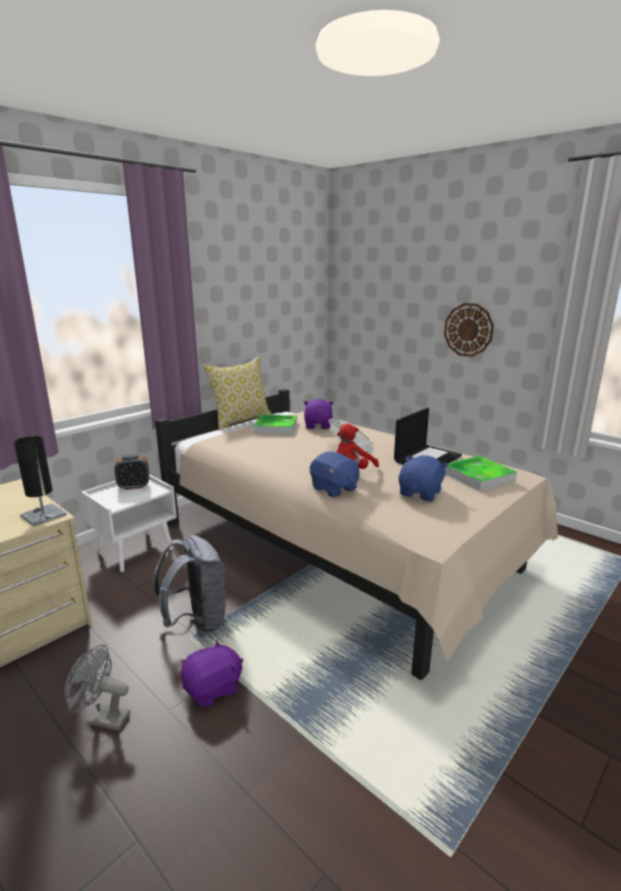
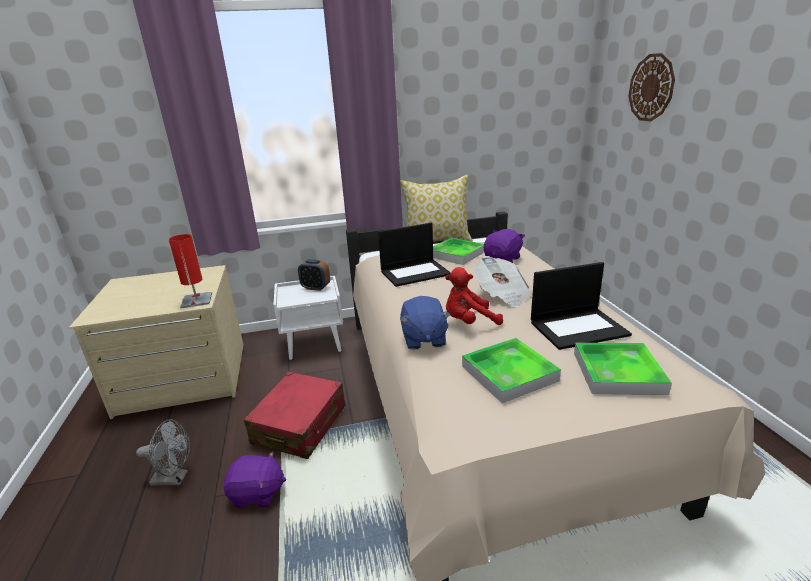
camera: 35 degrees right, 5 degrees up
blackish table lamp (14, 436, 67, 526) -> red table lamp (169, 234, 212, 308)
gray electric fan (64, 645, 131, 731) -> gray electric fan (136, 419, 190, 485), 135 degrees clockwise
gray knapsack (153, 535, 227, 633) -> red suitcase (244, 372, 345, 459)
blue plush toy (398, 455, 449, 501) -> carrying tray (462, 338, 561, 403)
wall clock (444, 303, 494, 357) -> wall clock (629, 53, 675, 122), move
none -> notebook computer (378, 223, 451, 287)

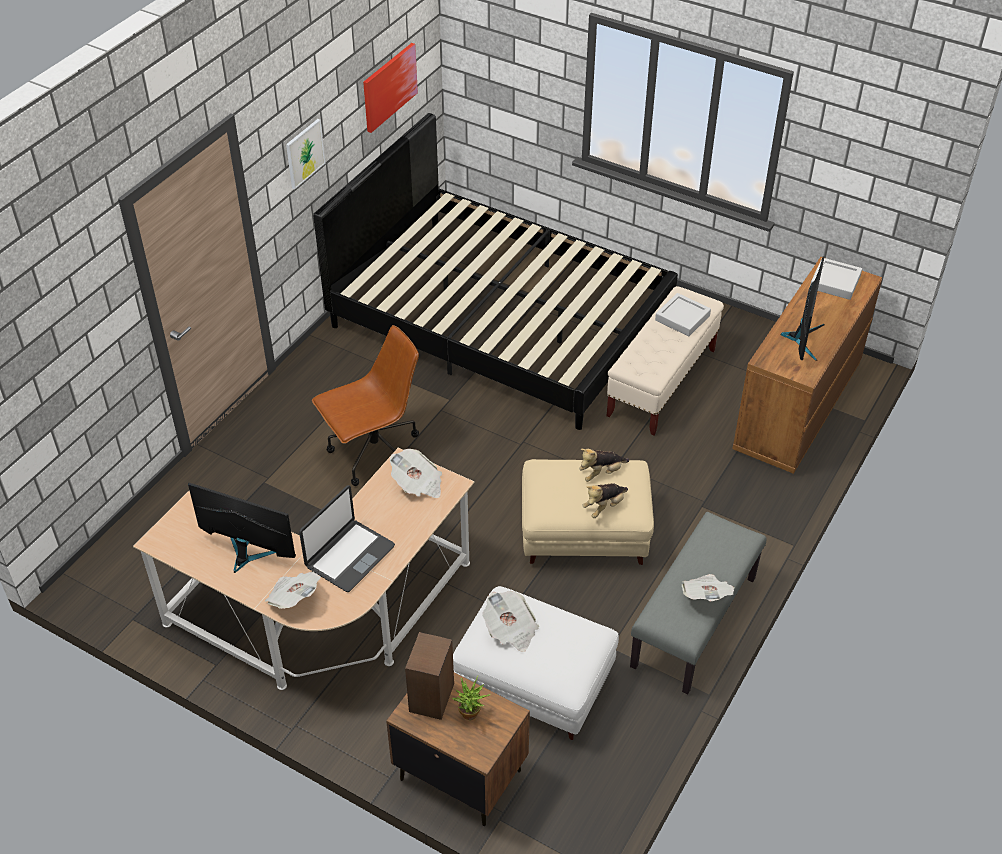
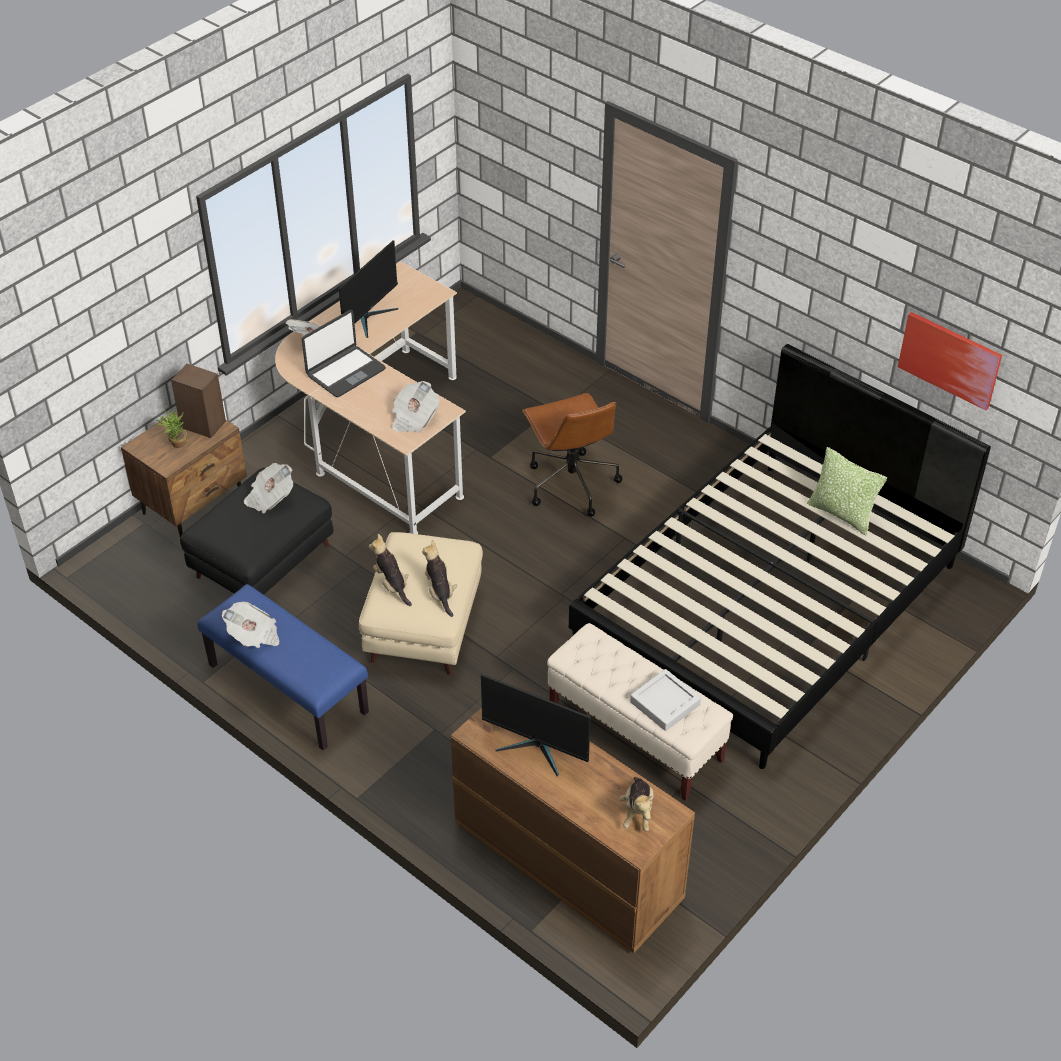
camera: 100 degrees right, 0 degrees up
picture (286, 119, 325, 189) -> none
notebook computer (299, 485, 395, 592) -> notebook computer (302, 310, 386, 397), 90 degrees counterclockwise
white footrest (453, 586, 619, 740) -> blackish footrest (180, 468, 334, 595)
gray bench (630, 512, 767, 695) -> blue bench (197, 584, 369, 751)
gray carrying tray (810, 258, 862, 300) -> plush toy (619, 777, 654, 831)
none -> throw pillow (807, 447, 887, 536)

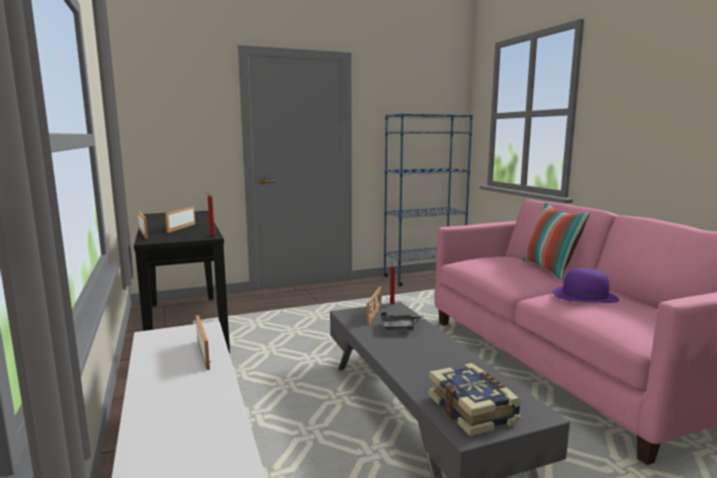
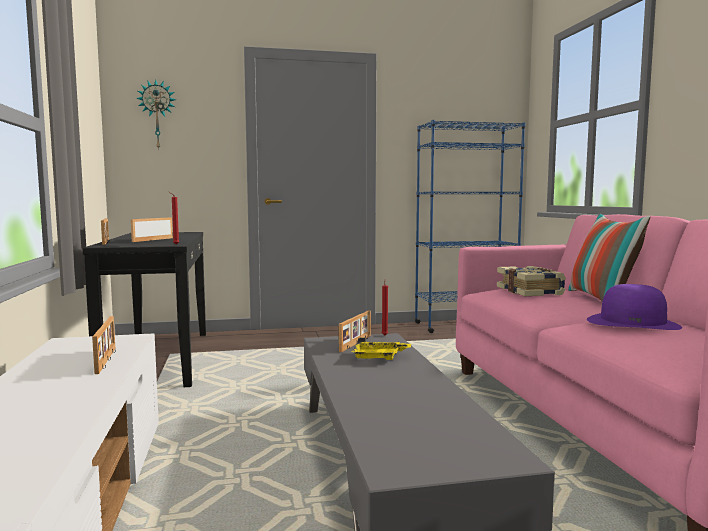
camera: 10 degrees right, 5 degrees down
gray carrying tray (381, 312, 424, 331) -> yellowish carrying tray (352, 337, 411, 360)
book (428, 363, 522, 436) -> book (497, 266, 566, 296), move
none -> wall clock (136, 79, 176, 150)

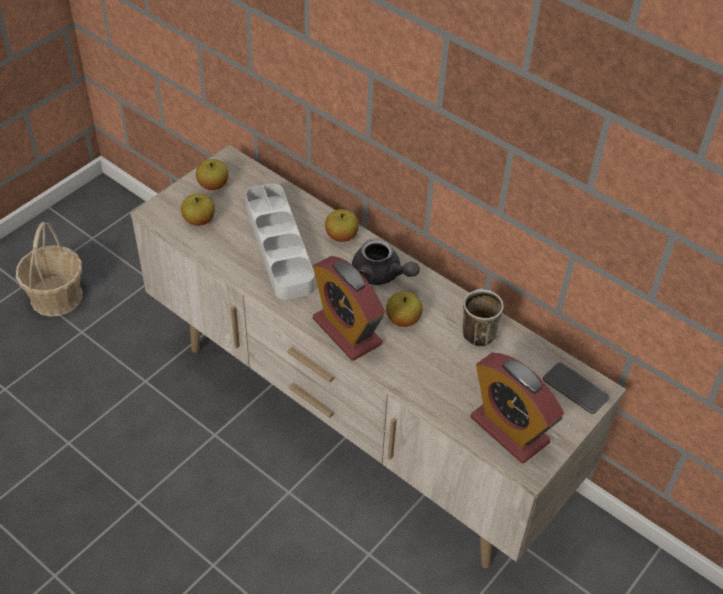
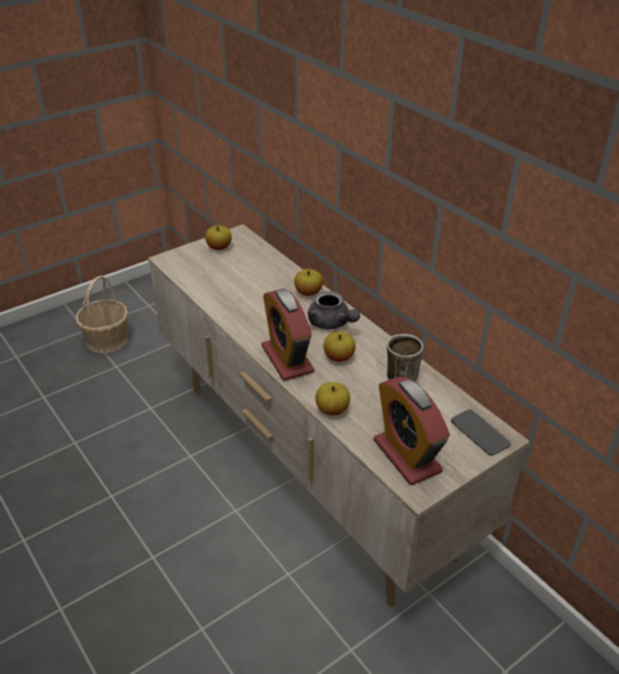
camera: 15 degrees right, 10 degrees down
whole apple (181, 193, 215, 226) -> whole apple (315, 382, 350, 416), move
gray carrying tray (245, 184, 314, 300) -> none

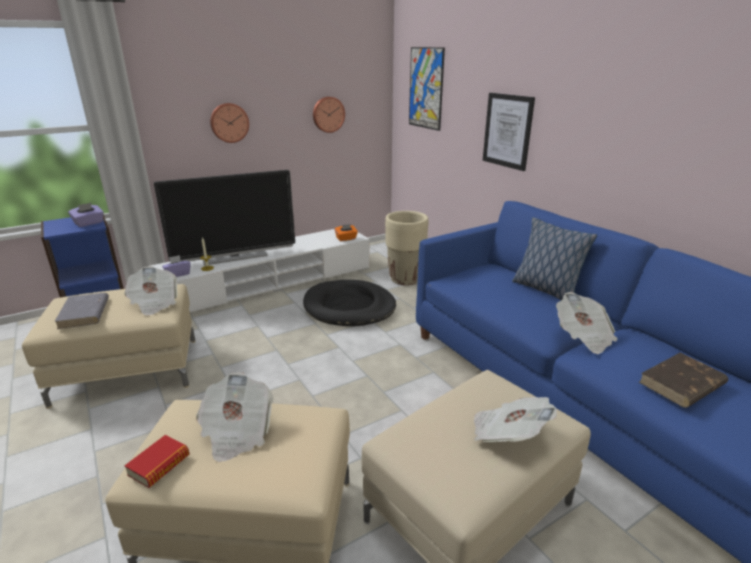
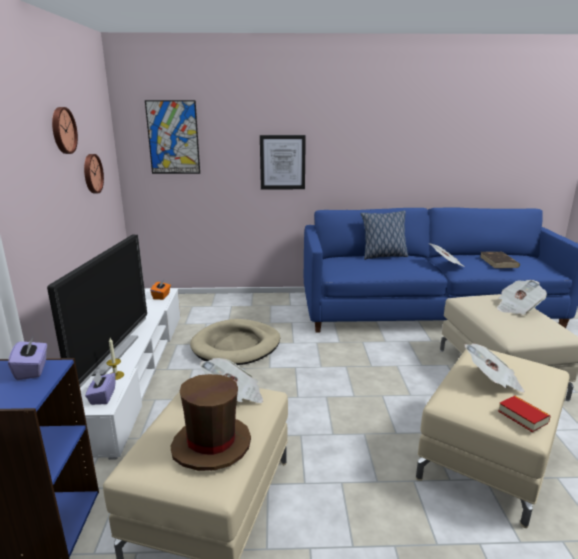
camera: 60 degrees left, 5 degrees down
gray book (54, 293, 109, 329) -> brown-coloured hat (171, 374, 251, 471)
wall clock (210, 103, 249, 143) -> wall clock (52, 107, 78, 154), move
blackish pet bed (303, 280, 396, 326) -> sand-coloured pet bed (190, 319, 280, 365)
sand-coloured plant pot (385, 211, 428, 285) -> none

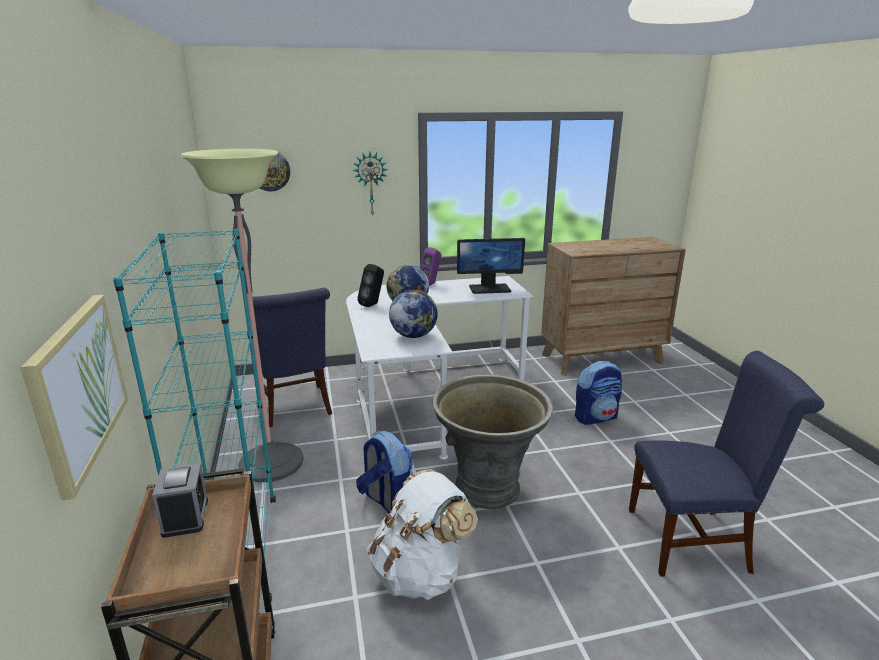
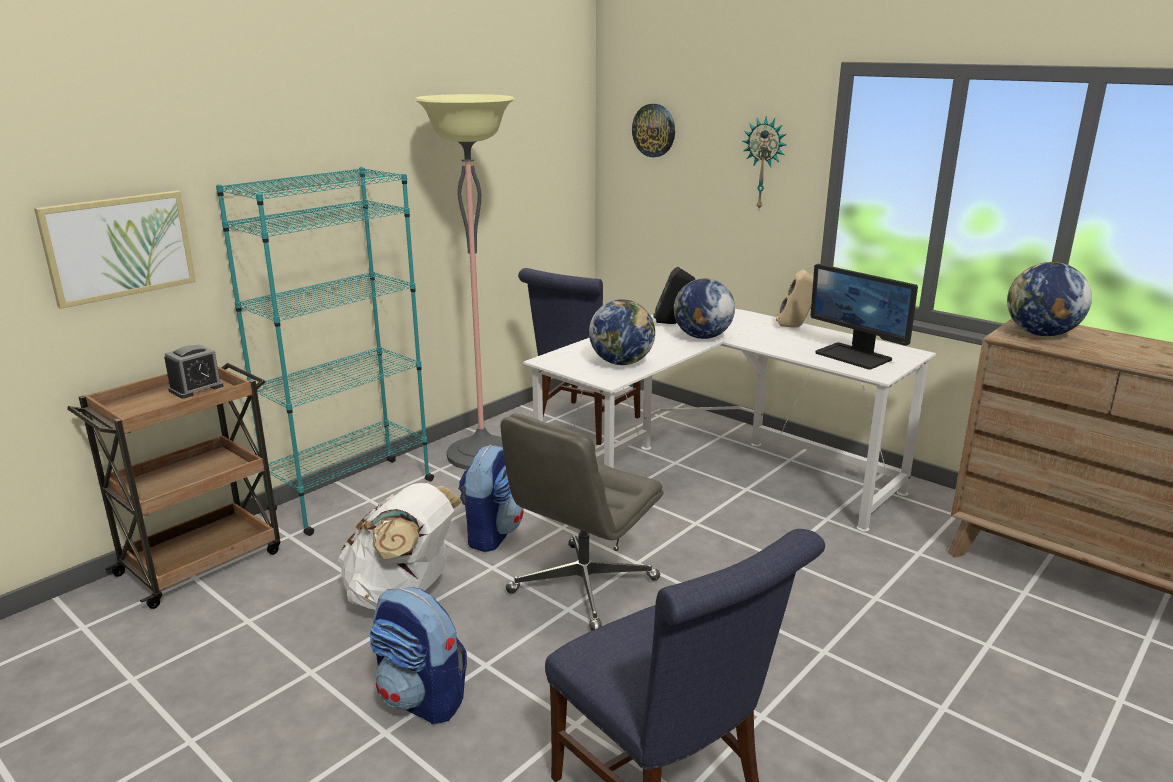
camera: 55 degrees right, 0 degrees up
purple-coloured audio speaker (420, 247, 441, 286) -> sand-coloured audio speaker (776, 270, 814, 328)
gray plant pot (433, 374, 553, 509) -> gray office chair (500, 413, 663, 631)
knapsack (575, 361, 622, 425) -> knapsack (369, 587, 467, 724), move
none -> globe (1007, 262, 1092, 336)

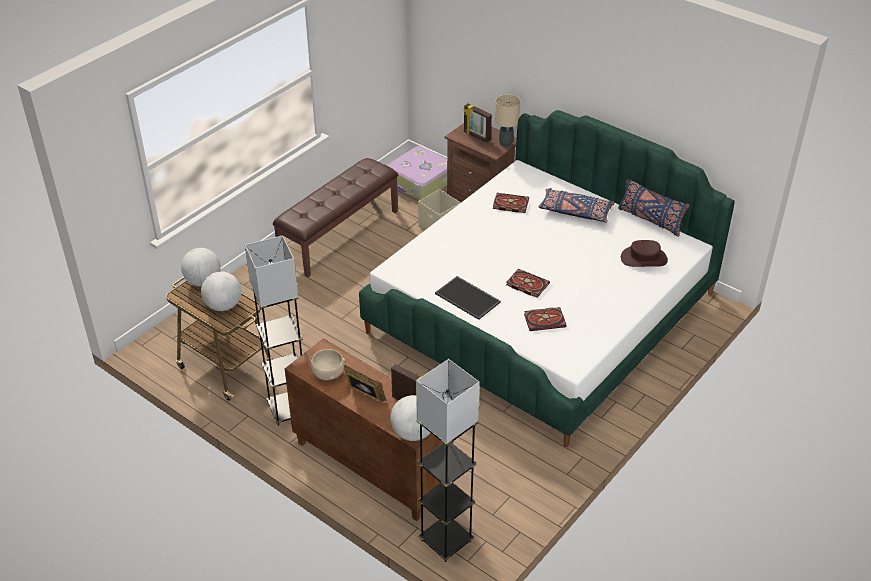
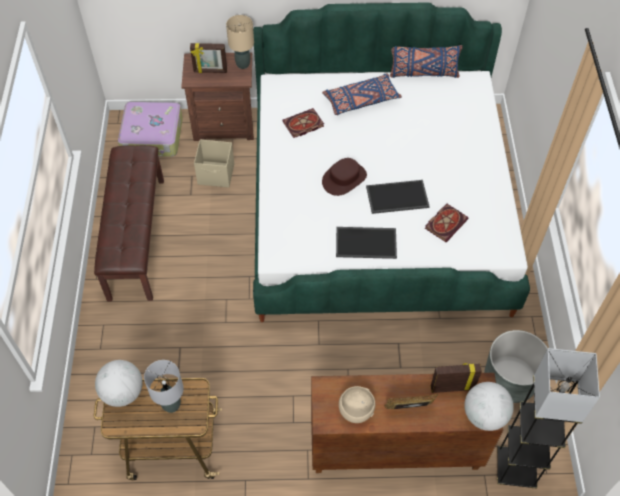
camera: 40 degrees left, 15 degrees up
globe (201, 272, 241, 311) -> gray table lamp (144, 360, 184, 413)
gray standard lamp (245, 235, 303, 426) -> none
book (506, 269, 550, 298) -> carrying tray (366, 180, 430, 214)
brown-coloured hat (621, 240, 668, 267) -> brown-coloured hat (322, 158, 367, 196), move
none -> gray plant pot (484, 330, 548, 403)

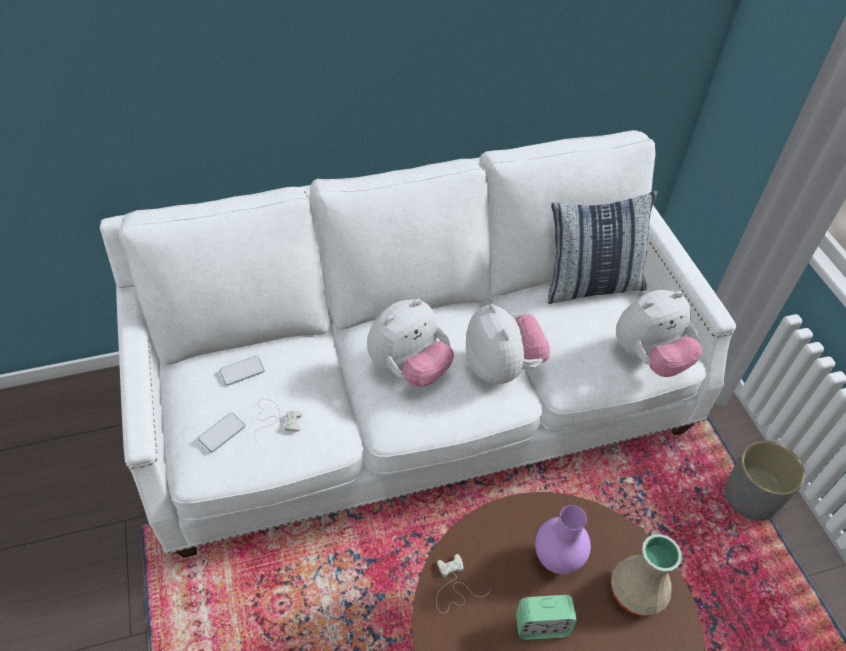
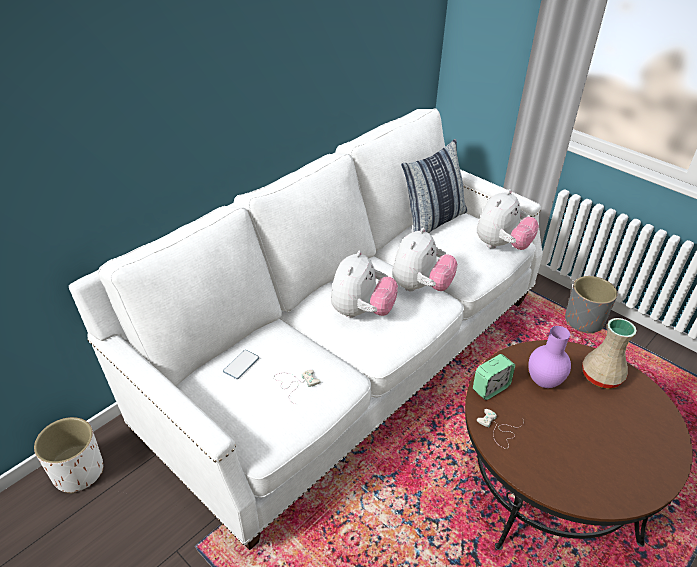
camera: 30 degrees left, 10 degrees down
phone (198, 413, 246, 452) -> none
plush toy (466, 303, 550, 384) -> plush toy (392, 228, 458, 291), 75 degrees clockwise
table clock (516, 595, 577, 640) -> table clock (473, 354, 515, 400), move
none -> white plant pot (34, 417, 103, 494)

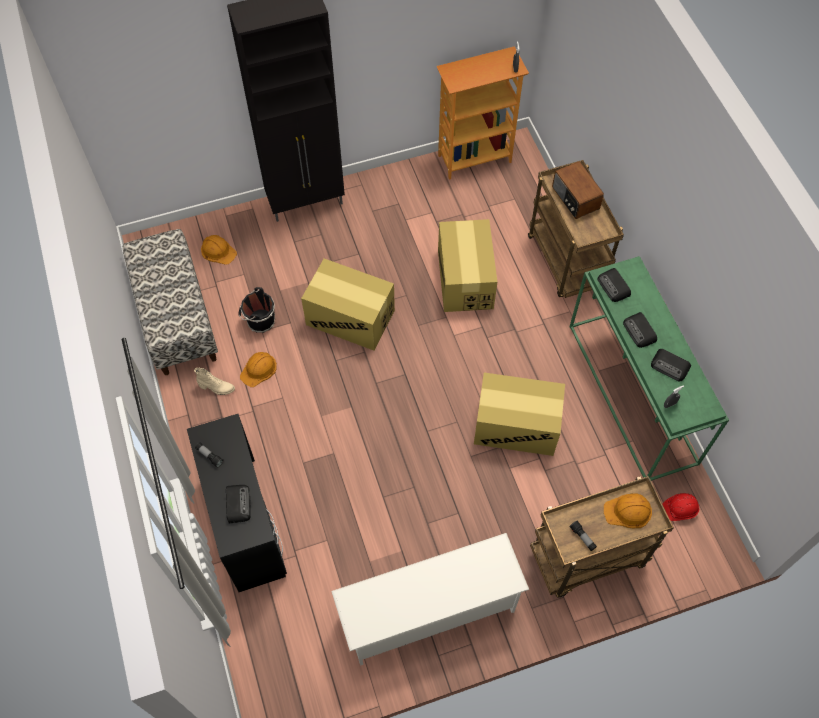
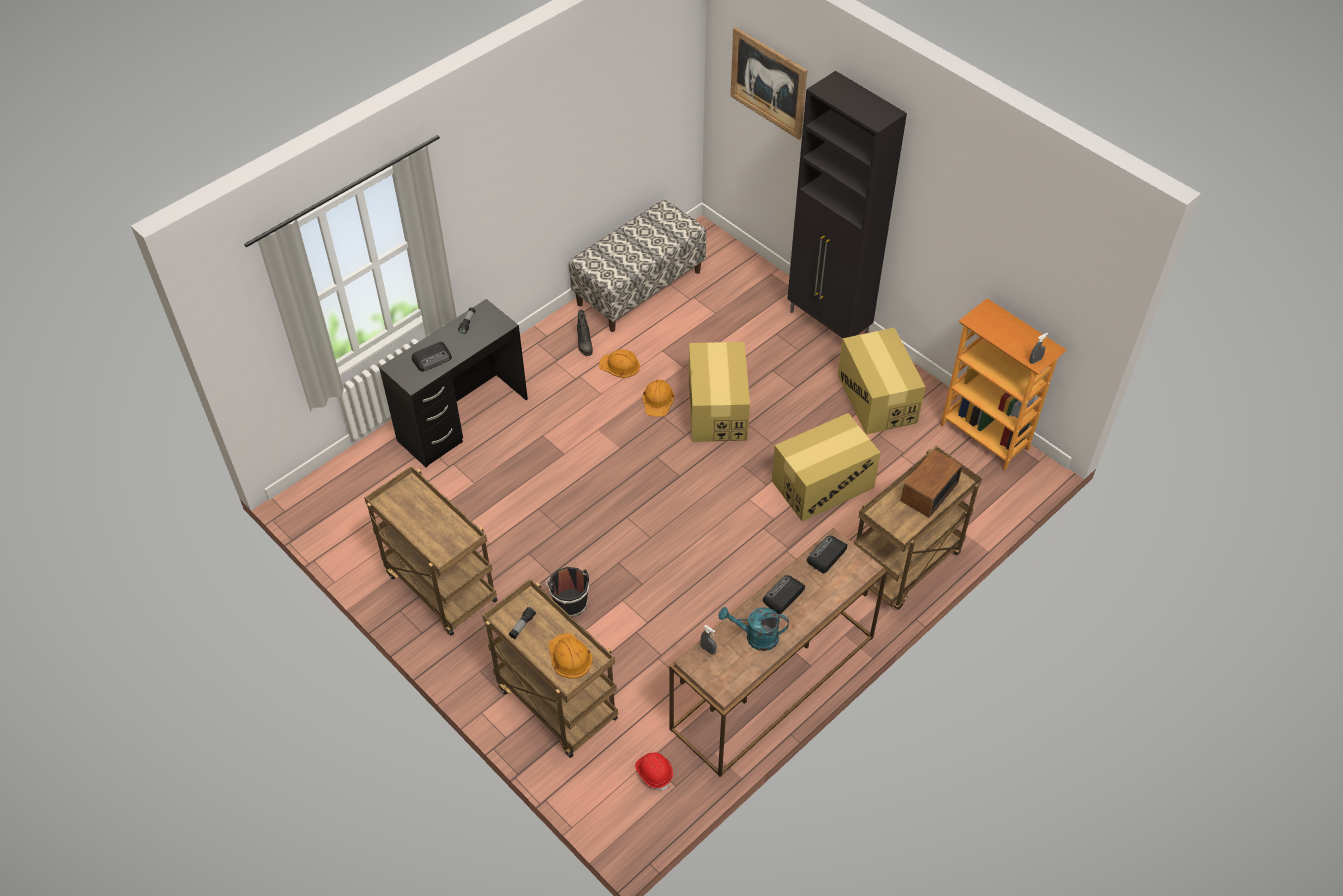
camera: 65 degrees right, 10 degrees down
sand-coloured tall boot (194, 368, 235, 395) -> blackish tall boot (577, 310, 593, 356)
orangey hard hat (201, 235, 237, 265) -> orangey hard hat (643, 380, 675, 417), move
blackish bucket (238, 287, 275, 333) -> blackish bucket (546, 567, 589, 617), move
white shoe shelf (331, 533, 529, 666) -> brown-coloured trolley (364, 465, 498, 636)
cardboard box (474, 372, 565, 456) -> cardboard box (838, 328, 925, 435), move
greenish hall table (569, 256, 729, 481) -> brown-coloured hall table (669, 528, 887, 777)
radio (651, 349, 691, 381) -> blue-green watering can (719, 607, 789, 651)
none -> picture (730, 27, 807, 140)

